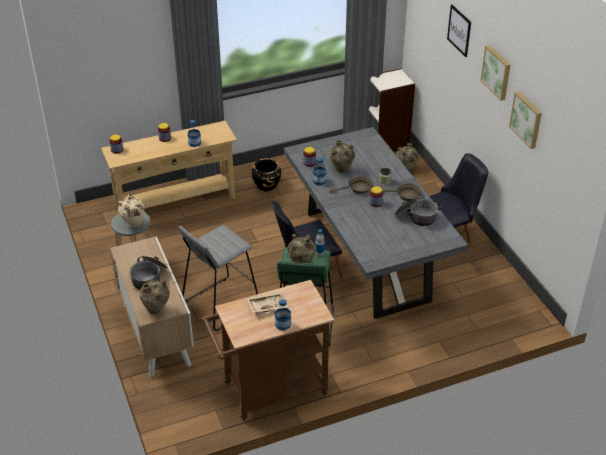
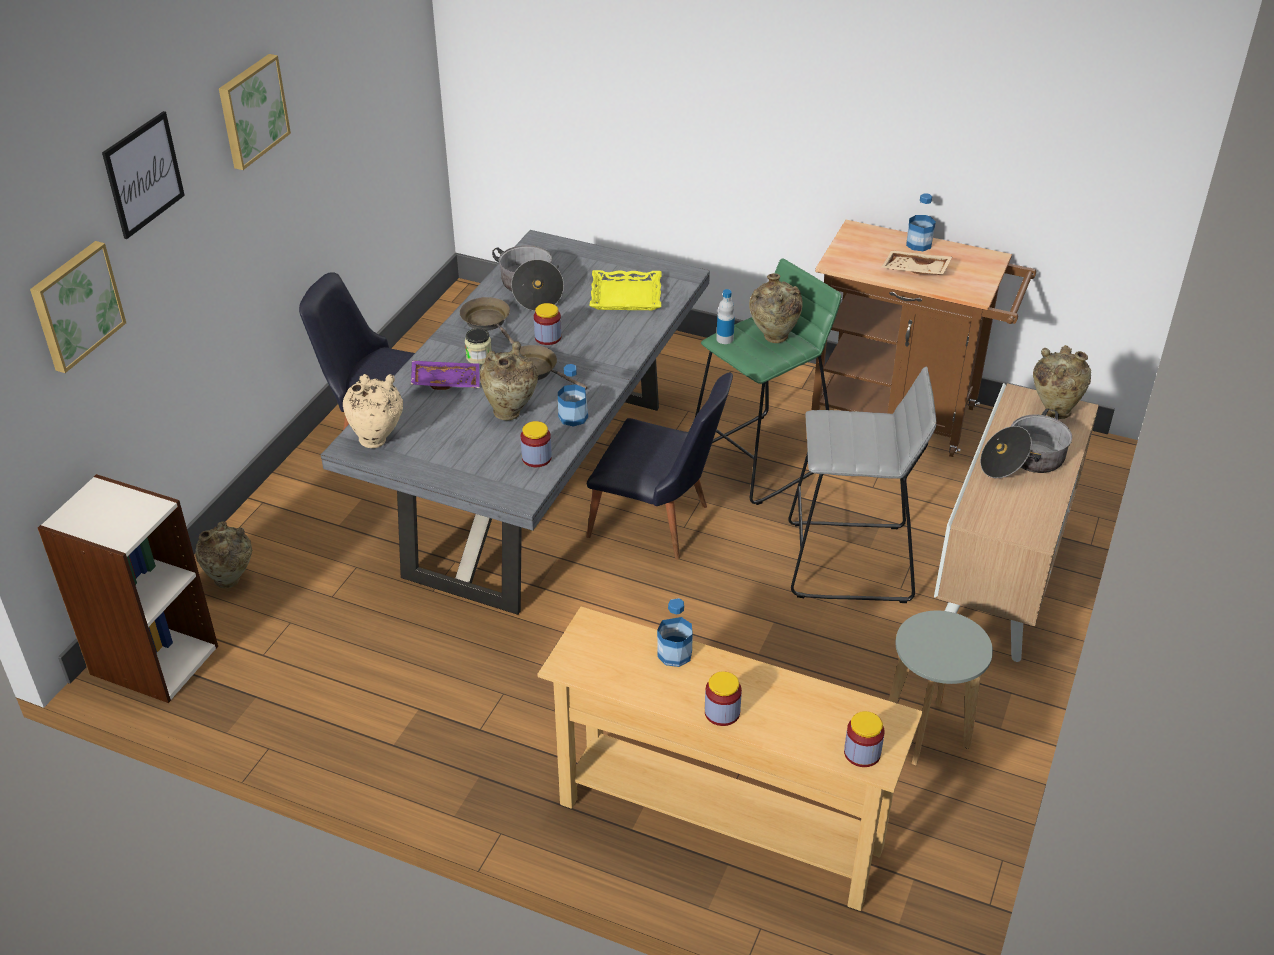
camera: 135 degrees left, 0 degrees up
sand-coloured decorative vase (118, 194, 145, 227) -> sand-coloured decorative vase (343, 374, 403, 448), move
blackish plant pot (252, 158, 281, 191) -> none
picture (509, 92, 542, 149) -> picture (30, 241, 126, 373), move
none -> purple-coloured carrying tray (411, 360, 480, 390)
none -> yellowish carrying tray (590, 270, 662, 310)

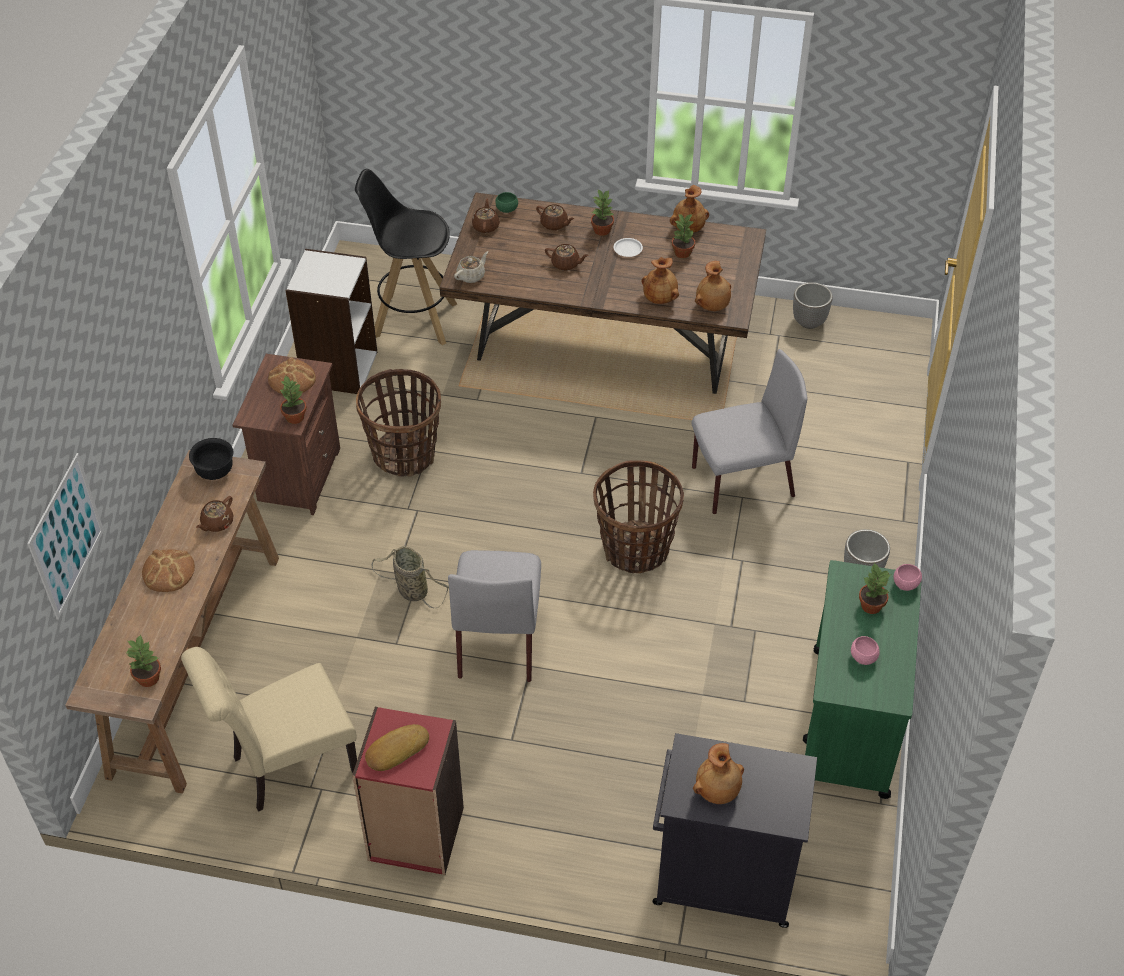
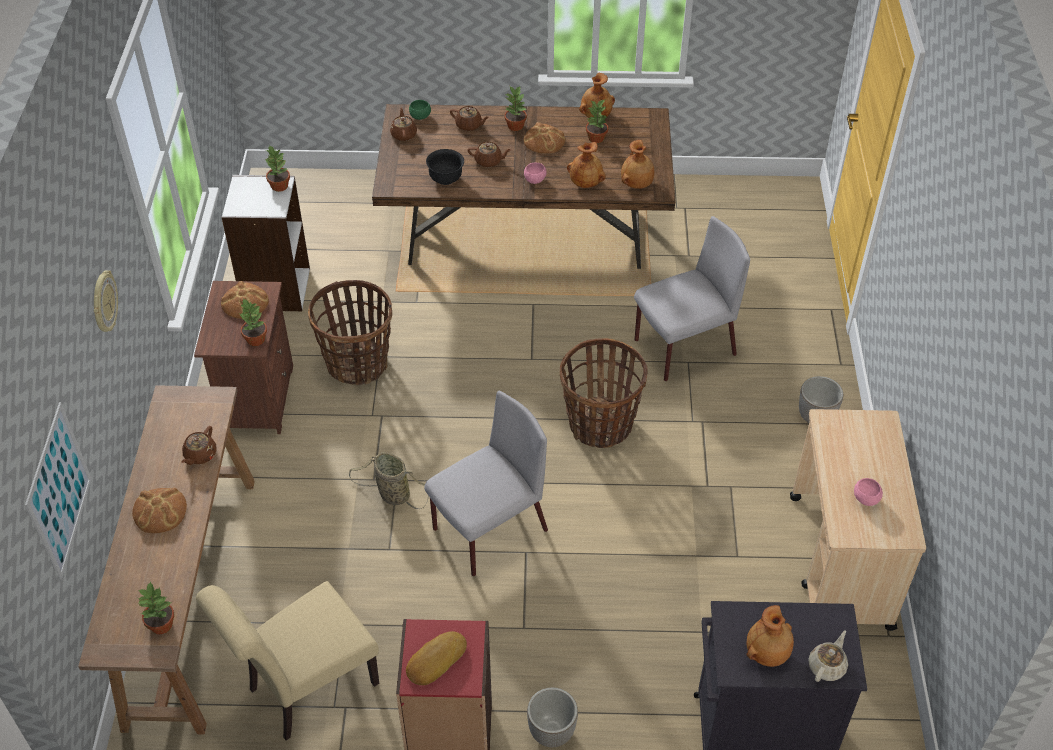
camera: 10 degrees left, 0 degrees up
blackish serving bowl (189, 438, 234, 480) -> blackish serving bowl (426, 149, 464, 185), move
blackish stool (355, 169, 457, 345) -> none
gray plain chair (448, 550, 541, 682) -> gray plain chair (424, 391, 548, 576), 120 degrees counterclockwise
sand-coloured tea pot (454, 251, 488, 283) -> sand-coloured tea pot (808, 630, 848, 682), move
white flat dish (614, 238, 643, 257) -> bakery bread (524, 122, 565, 154)
plant pot (793, 282, 832, 329) -> plant pot (527, 687, 578, 747), move
greenish trolley (803, 560, 921, 799) -> sand-coloured trolley (790, 409, 926, 631)
potted plant (859, 563, 890, 614) -> potted plant (266, 145, 290, 192), move
pink-coloured serving bowl (894, 564, 922, 591) -> pink-coloured serving bowl (524, 163, 547, 184), move
none -> wall clock (94, 270, 118, 332)

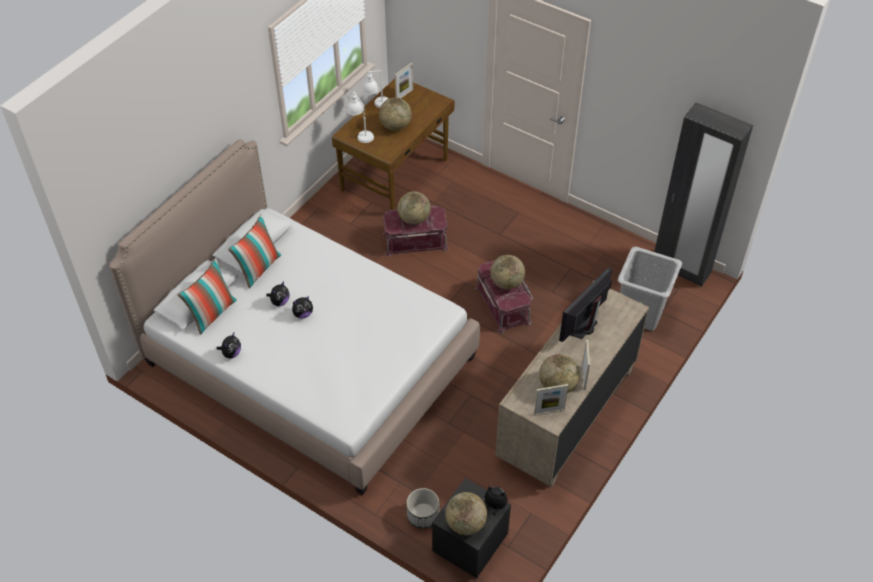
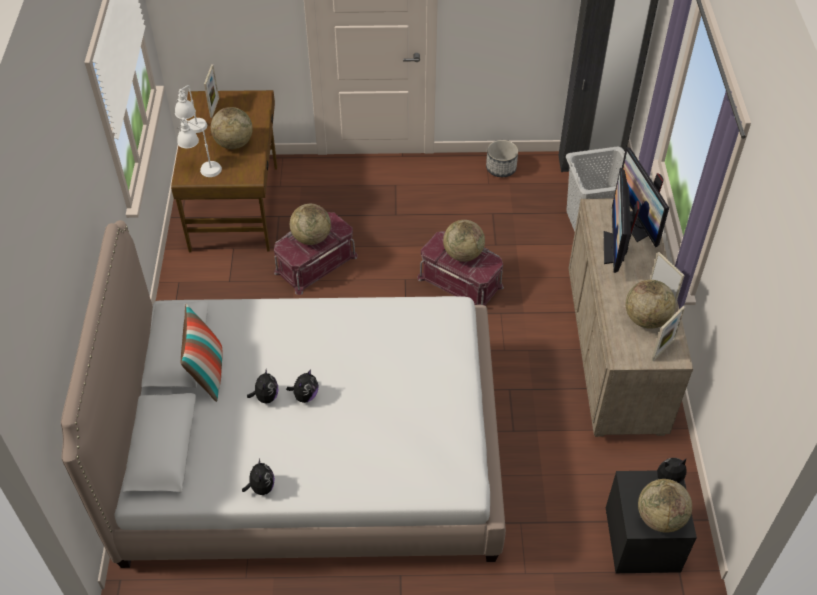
camera: 35 degrees left, 0 degrees up
throw pillow (178, 259, 237, 335) -> none
plant pot (407, 488, 439, 529) -> plant pot (486, 140, 518, 177), move
none -> monitor (622, 147, 669, 247)

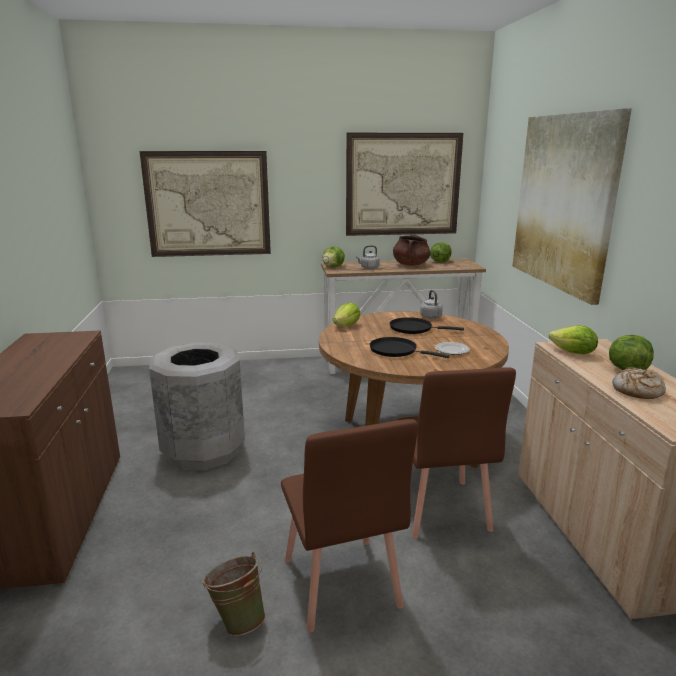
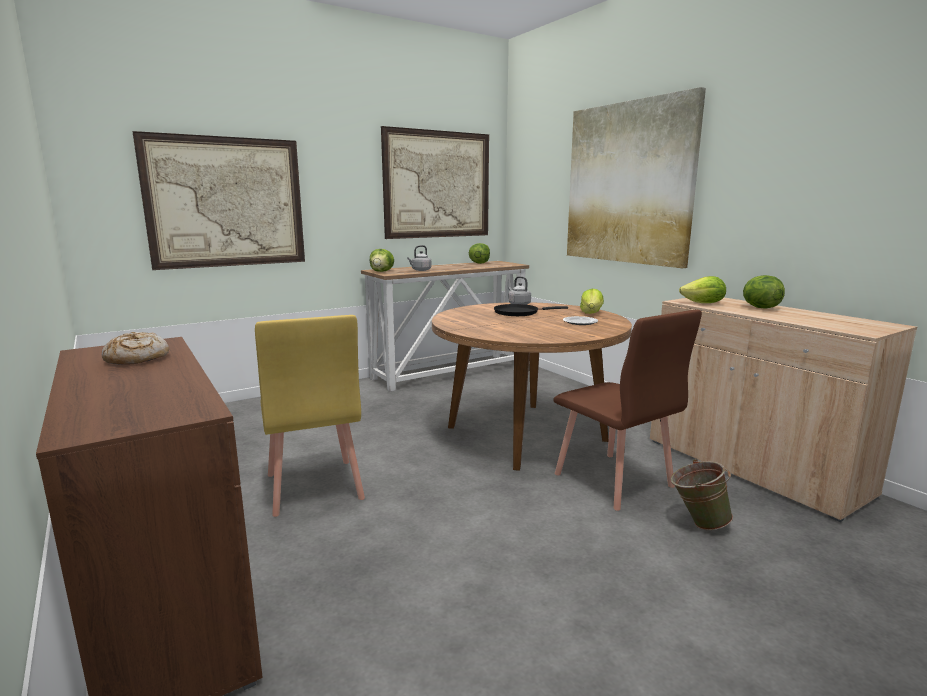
camera: 25 degrees left, 5 degrees down
gray trash can (149, 342, 245, 470) -> yellowish plain chair (255, 315, 365, 517)
greenish bucket (202, 552, 266, 636) -> greenish bucket (671, 459, 733, 530), move
brown-coloured plain chair (281, 419, 418, 633) -> none
lettuce head (333, 303, 360, 326) -> lettuce head (580, 289, 604, 314), move
blackish skillet (370, 337, 450, 358) -> none
brown-coloured stockpot (393, 234, 430, 266) -> none
bakery bread (612, 367, 666, 399) -> bakery bread (102, 332, 169, 365), move

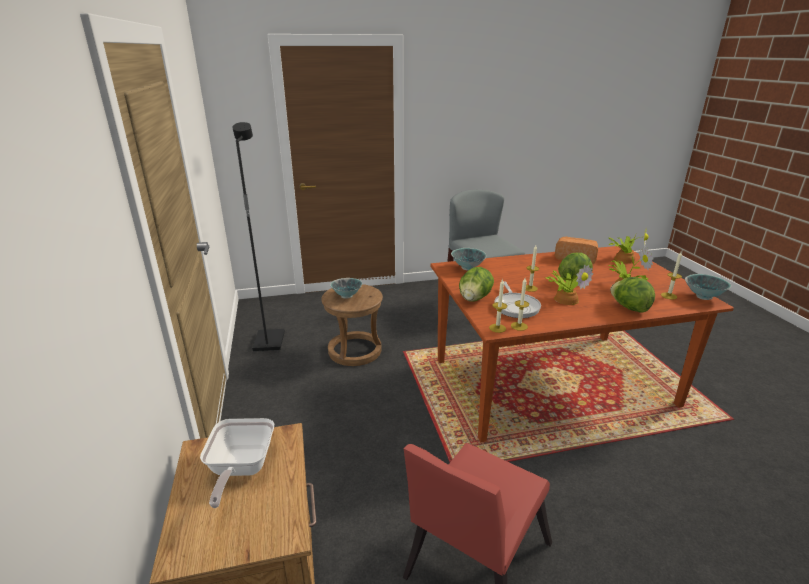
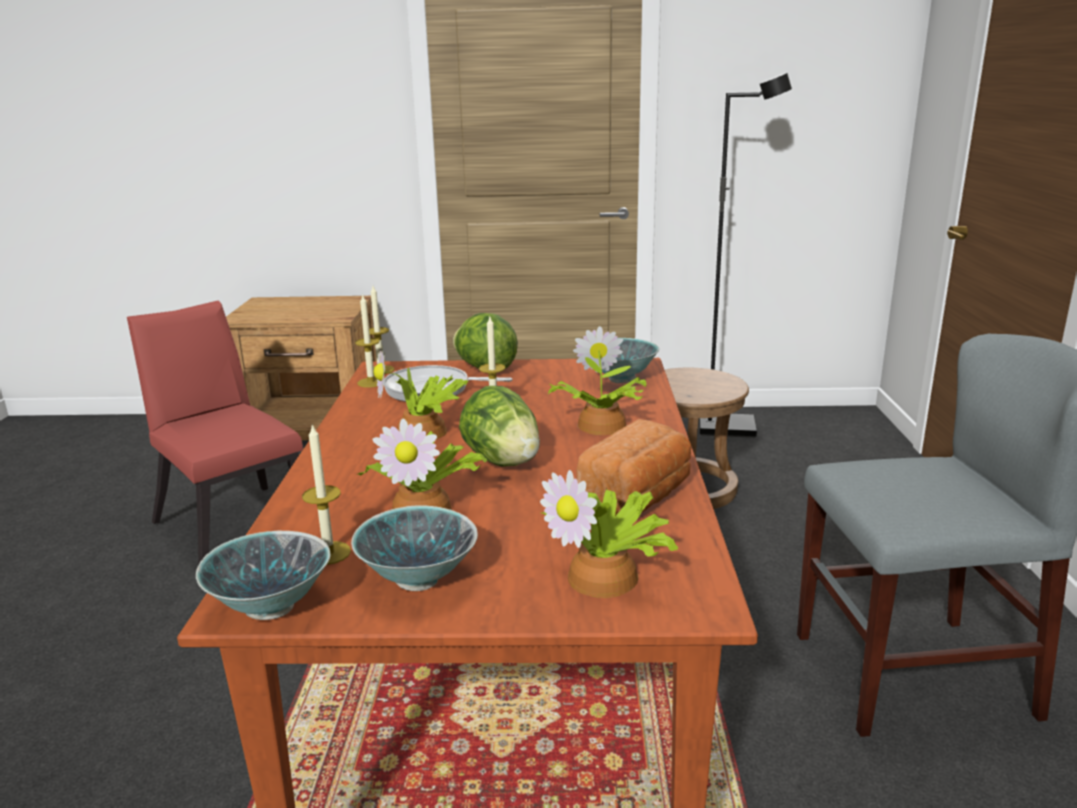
camera: 105 degrees right, 5 degrees down
skillet (200, 418, 274, 508) -> none
serving bowl (330, 278, 362, 299) -> serving bowl (351, 505, 478, 591), move
lettuce head (610, 277, 655, 313) -> none
none -> potted plant (548, 326, 647, 435)

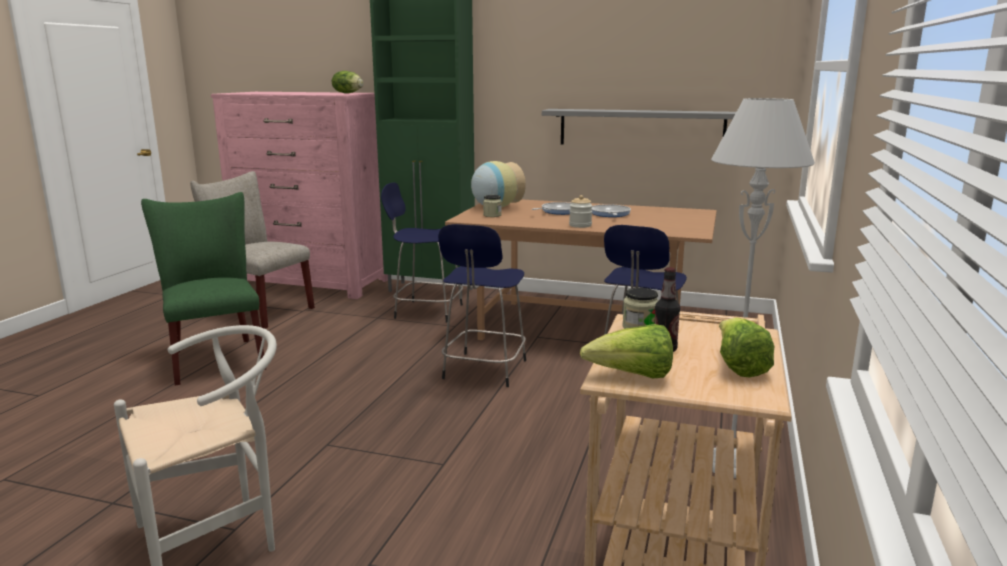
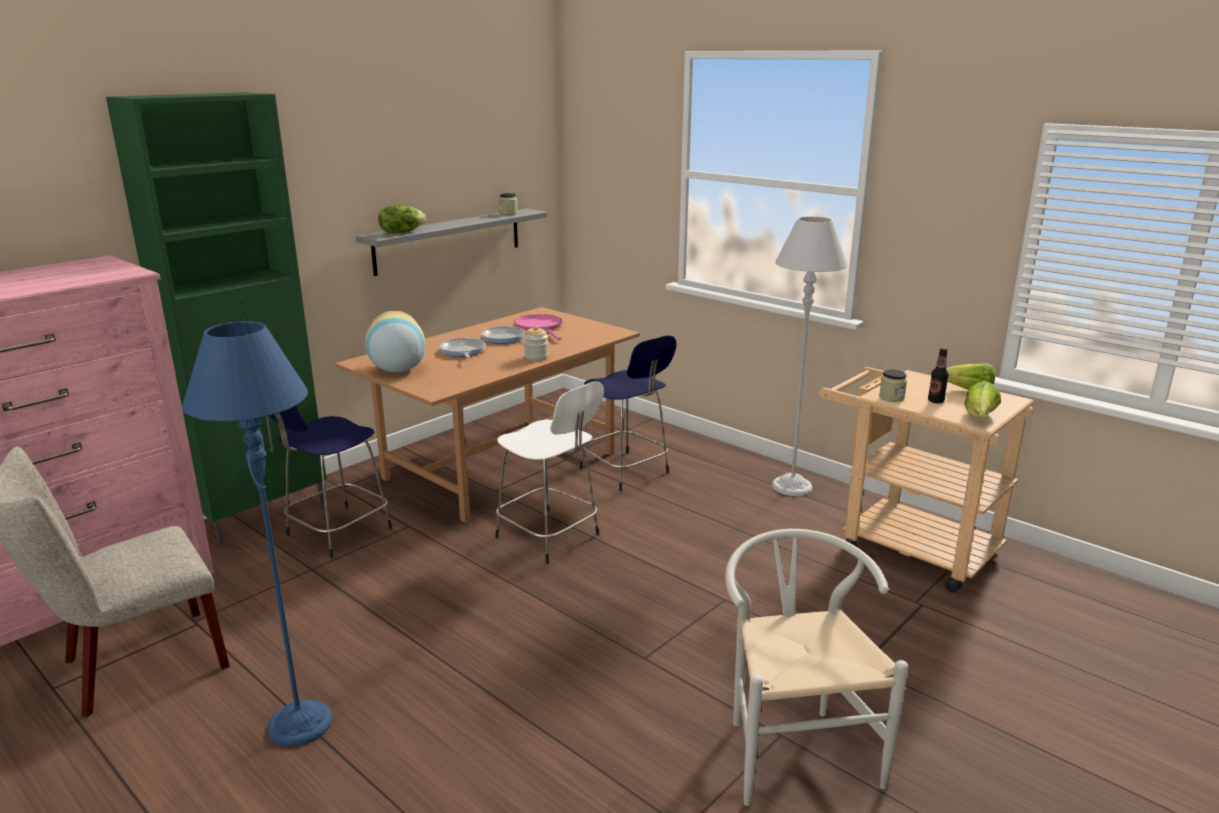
camera: 65 degrees left, 5 degrees up
greenish plain chair (141, 192, 266, 386) -> blue standard lamp (182, 321, 333, 747)
lettuce head (332, 71, 364, 93) -> lettuce head (378, 205, 426, 233), move
blue stool (438, 224, 526, 387) -> white stool (495, 381, 604, 564)
preserve jar (483, 195, 502, 217) -> preserve jar (499, 193, 517, 215), move
none -> pink-coloured skillet (514, 314, 562, 340)

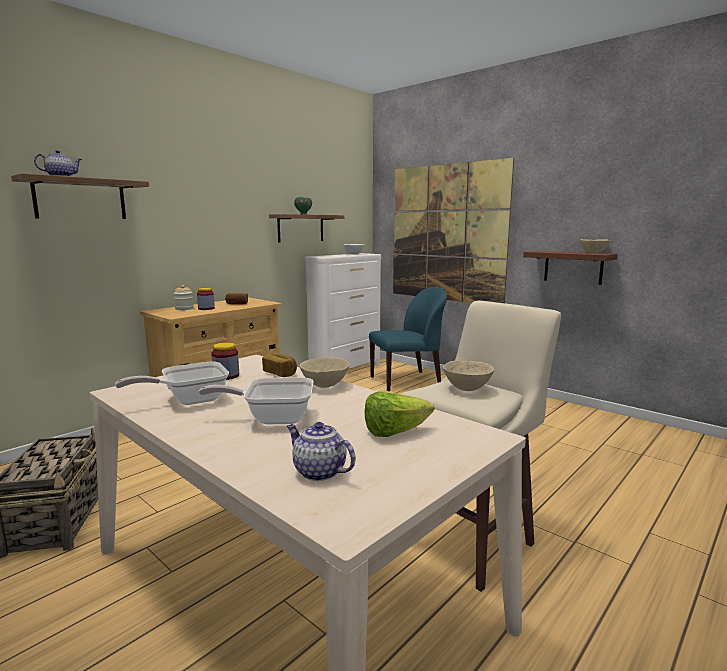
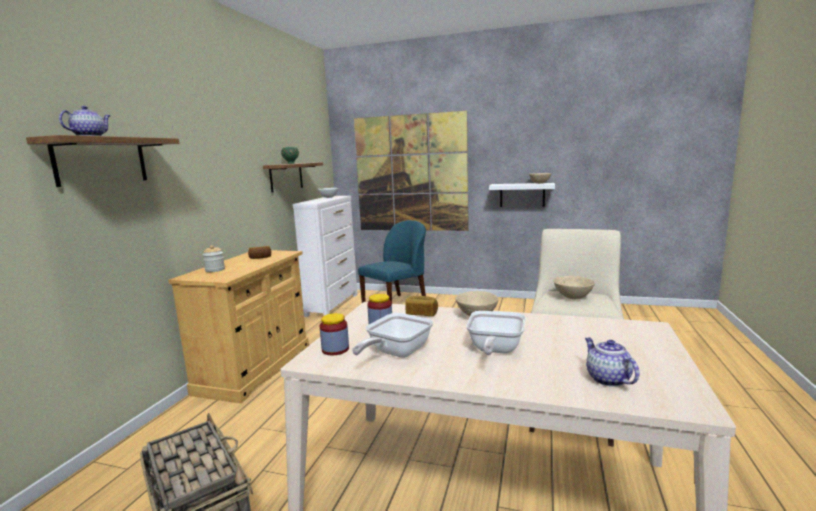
camera: 25 degrees left, 0 degrees up
preserve jar (197, 288, 215, 310) -> preserve jar (320, 313, 349, 355), move
skillet (199, 377, 314, 424) -> skillet (466, 311, 526, 355), 45 degrees counterclockwise
tea pot (287, 422, 355, 481) -> tea pot (585, 338, 640, 386), 60 degrees clockwise
lettuce head (365, 391, 434, 437) -> none
brown-coloured shelf (523, 251, 618, 285) -> white shelf (489, 183, 555, 207)

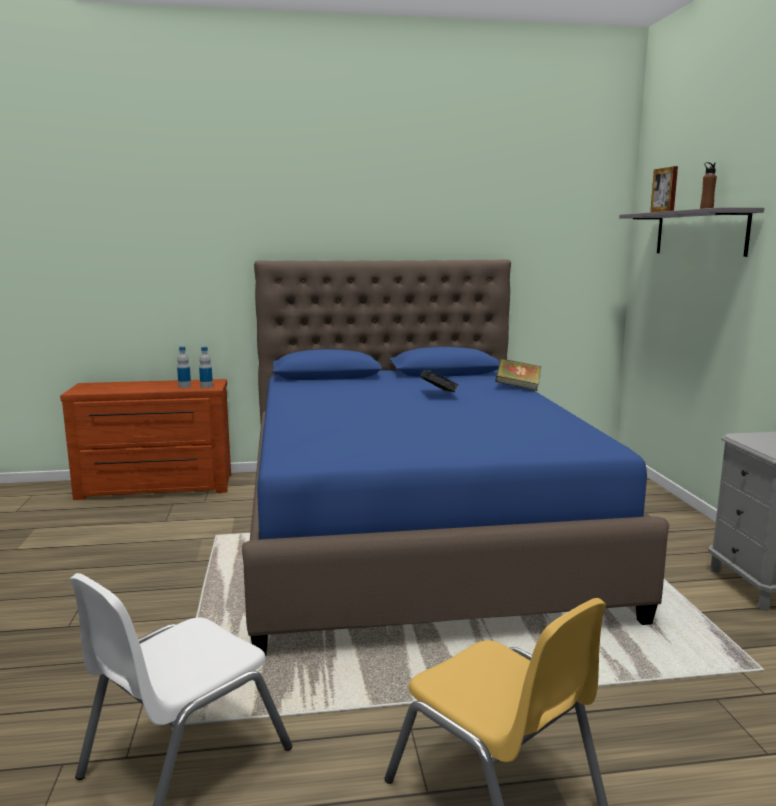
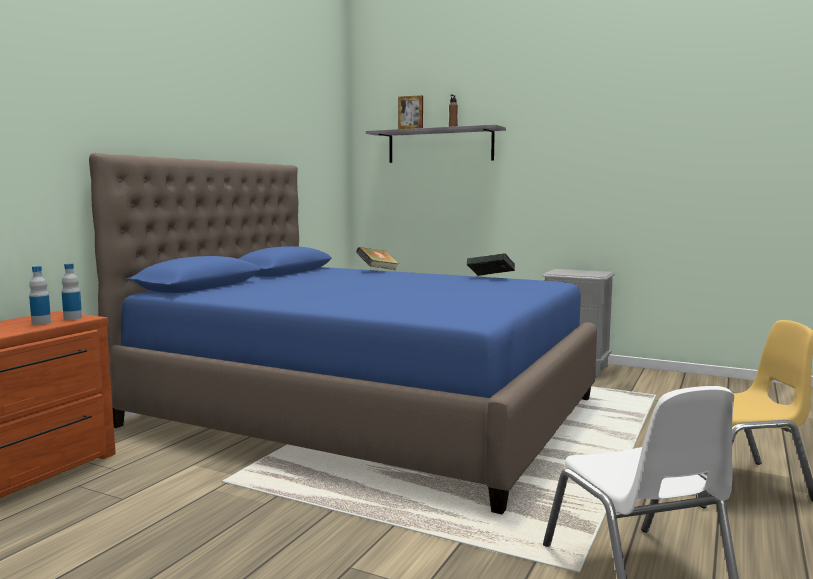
camera: 55 degrees left, 5 degrees down
book (420, 370, 459, 392) -> book (467, 253, 515, 276), move

